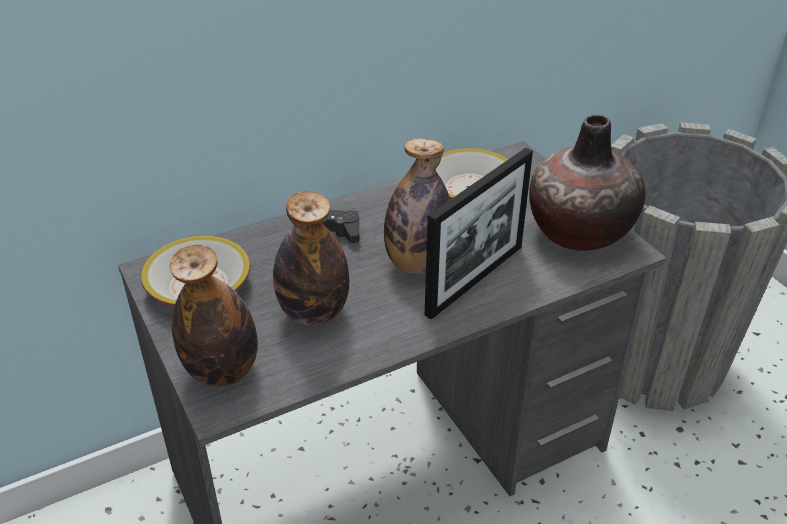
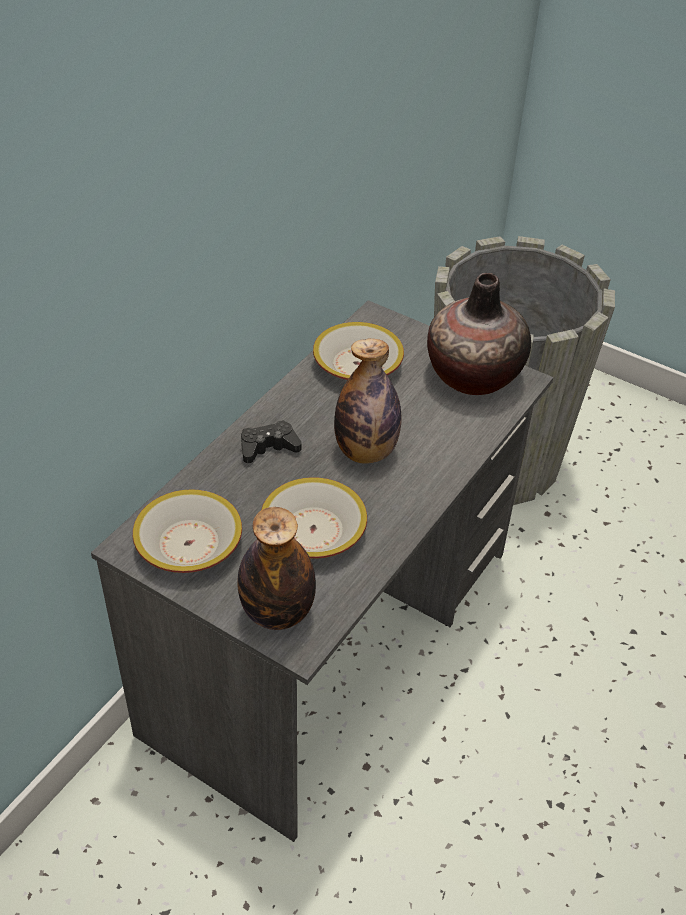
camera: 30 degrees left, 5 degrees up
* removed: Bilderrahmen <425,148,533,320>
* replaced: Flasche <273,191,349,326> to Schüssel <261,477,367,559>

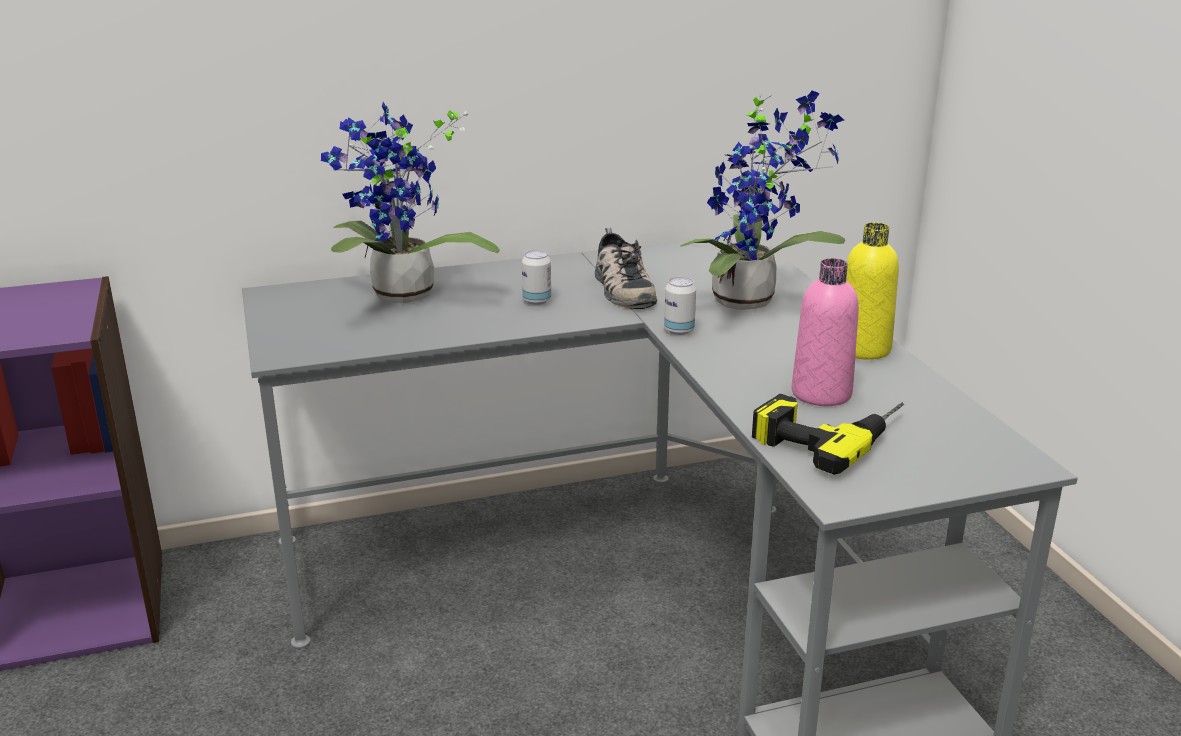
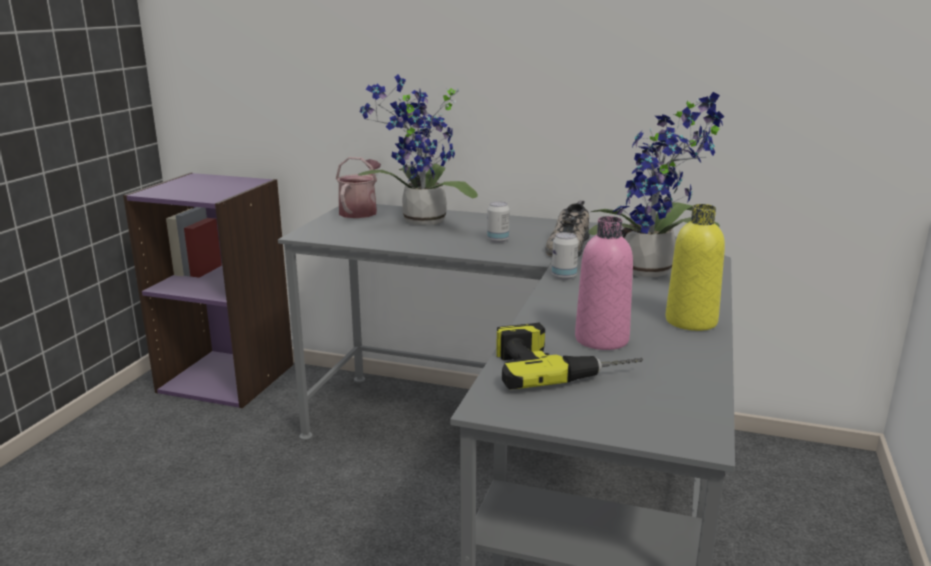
camera: 35 degrees right, 5 degrees down
* added: Gießkanne <336,157,381,218>

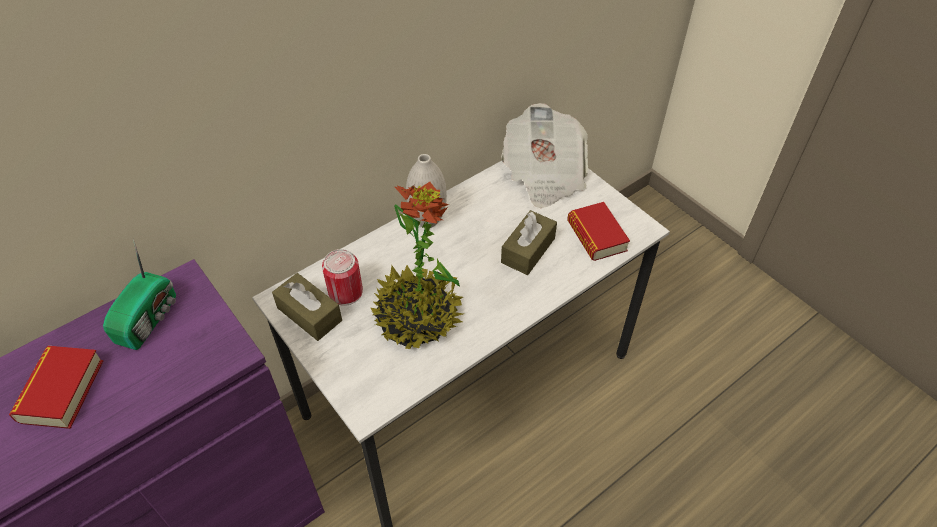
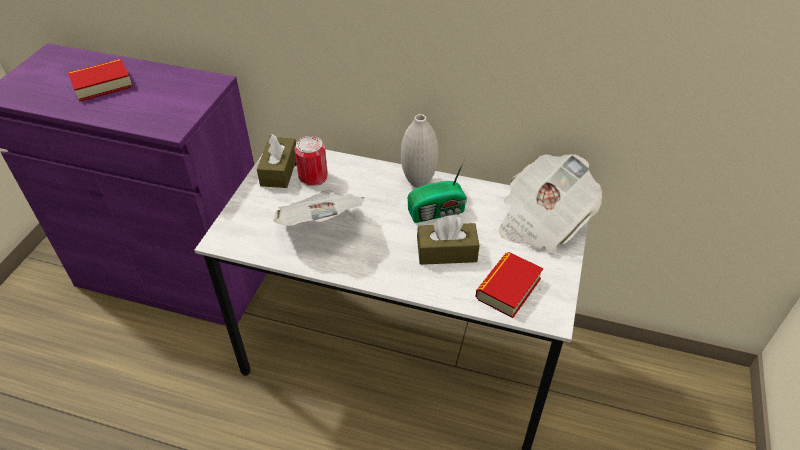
camera: 55 degrees right, 5 degrees down
* moved: Radio <103,239,176,350> to <408,158,467,223>
* replaced: Topfpflanze <371,182,463,349> to Zeitung <273,190,365,226>

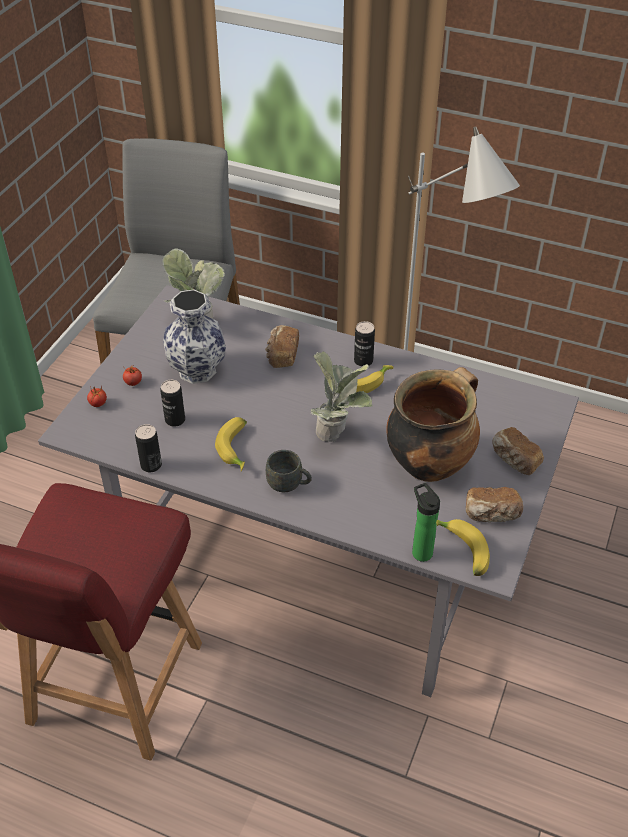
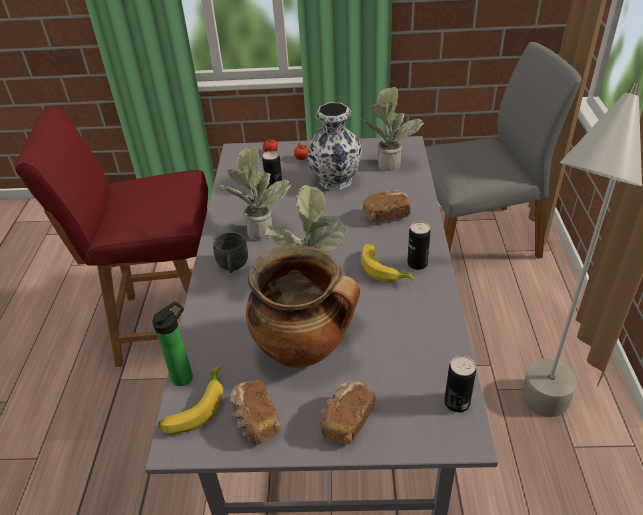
camera: 70 degrees right, 5 degrees down
* moved: Dose <135,424,162,472> to <444,356,476,413>
* replaced: Banane <215,417,247,471> to Topfpflanze <220,147,292,240>

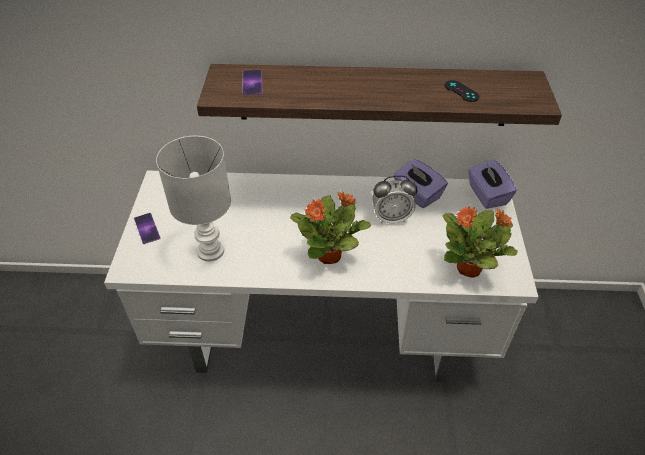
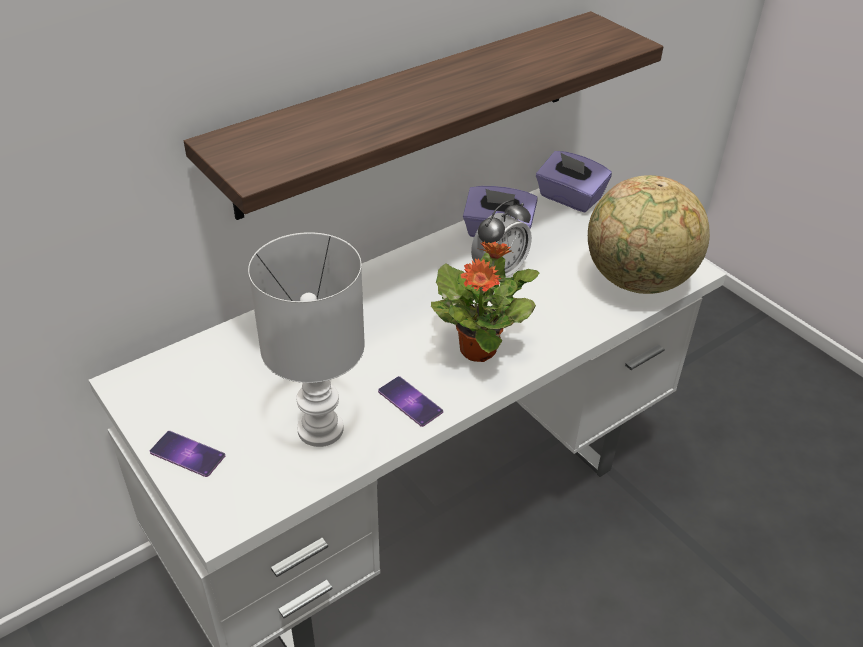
camera: 40 degrees left, 5 degrees down
* removed: Gamepad/schwarz <444,80,480,102>
* moved: Handy <242,70,262,96> to <378,376,443,427>
* replaced: Topfpflanze <443,206,518,278> to Globus <588,175,710,294>

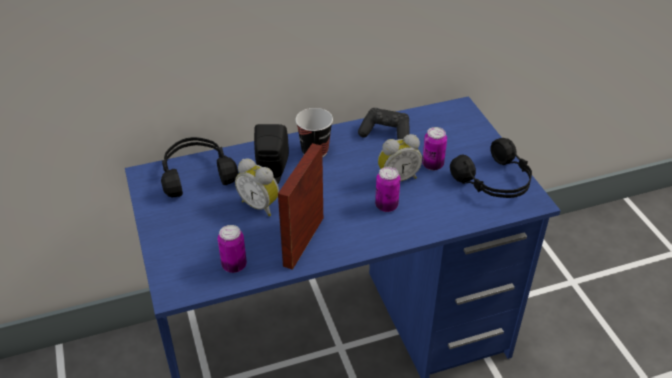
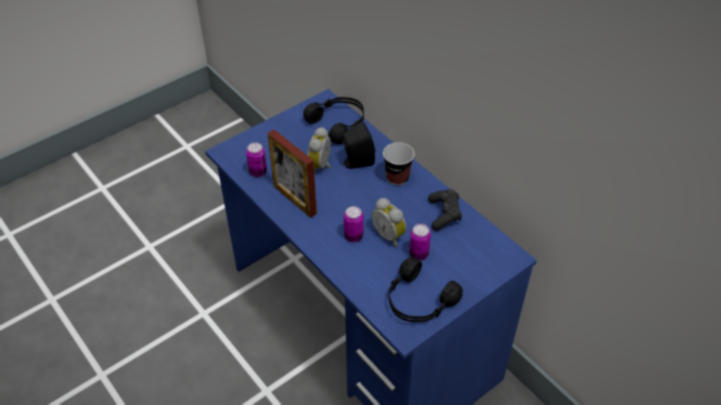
camera: 70 degrees right, 5 degrees up
* turned: Bilderrahmen <278,143,323,270> = <268,130,317,218> 135 degrees counterclockwise

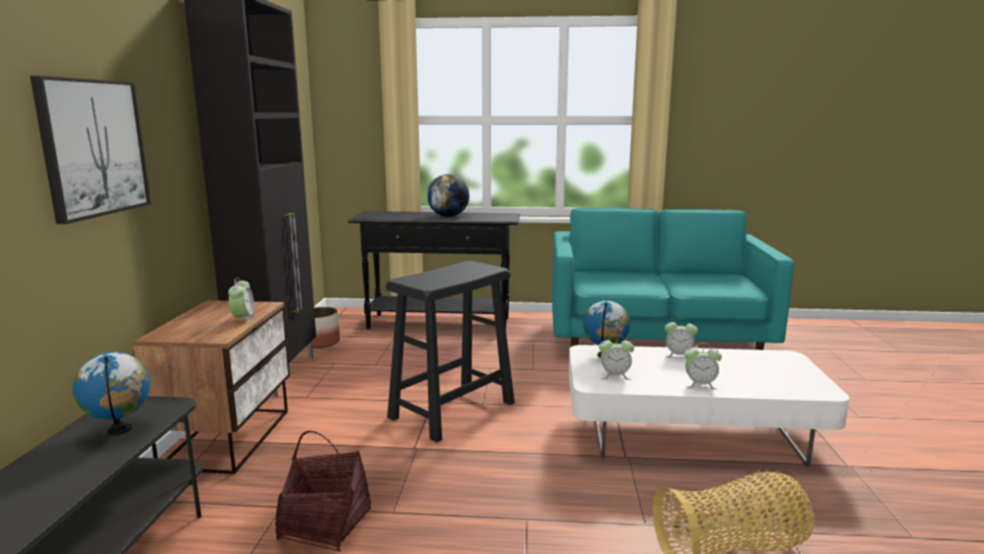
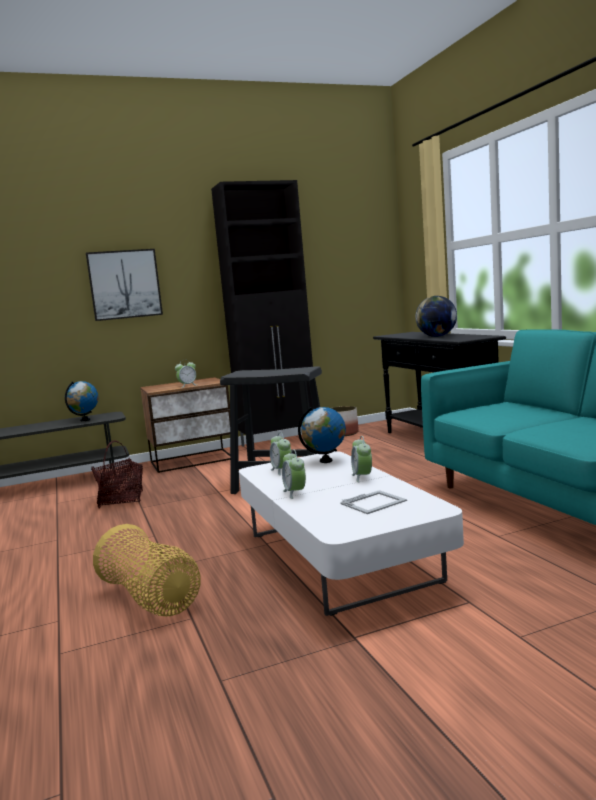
camera: 65 degrees right, 5 degrees down
* added: Bilderrahmen <341,490,407,514>

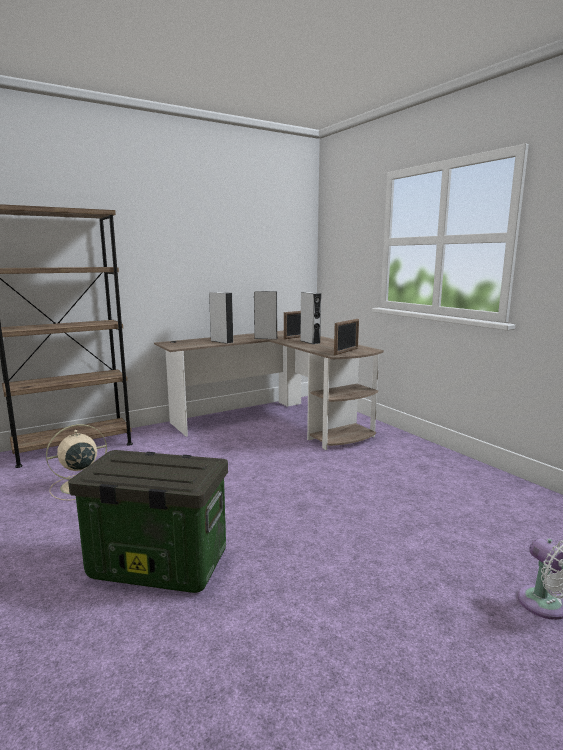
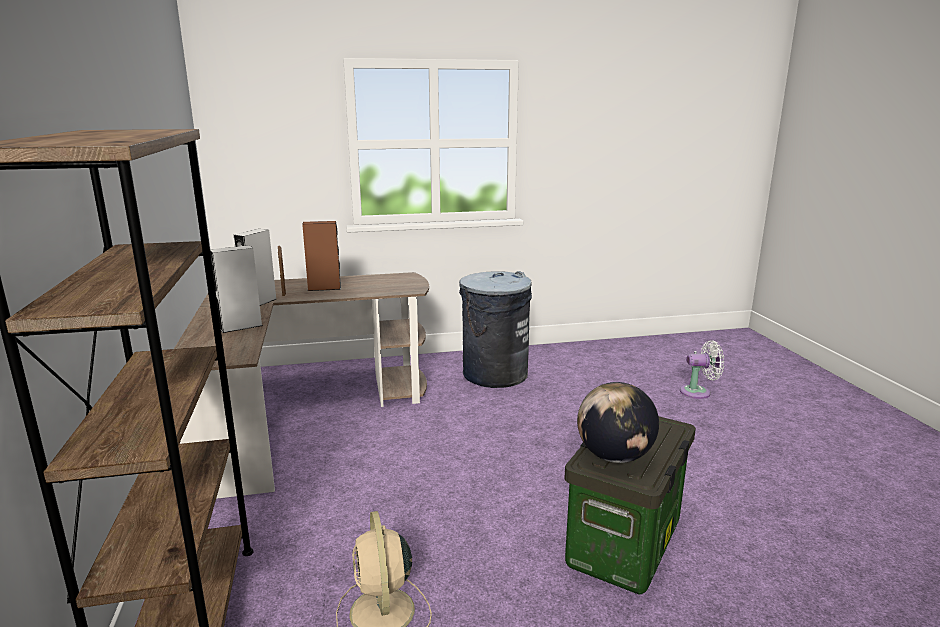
camera: 70 degrees left, 5 degrees up
* removed: Bilderrahmen <334,319,359,355>
* added: Mülleimer/grau <459,271,532,388>
* added: Globus <577,382,659,463>
* recoloured: Lautsprecher/grau <300,292,321,344> to Lautsprecher/braun <302,221,341,291>

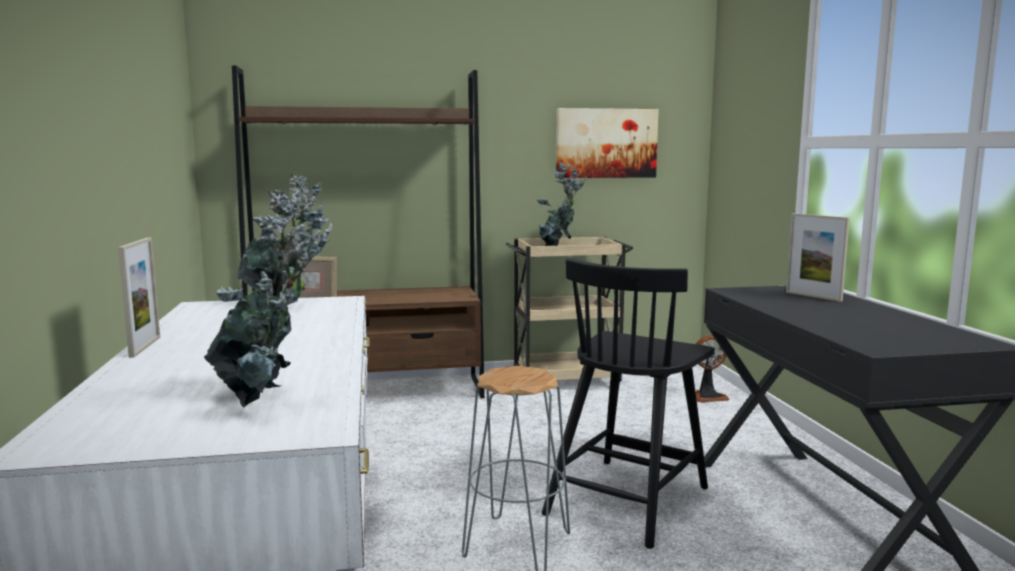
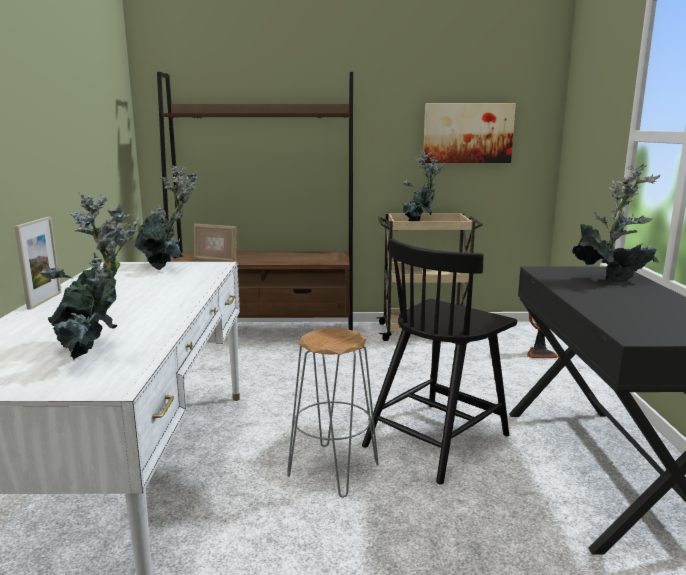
camera: 10 degrees right, 5 degrees up
* replaced: Bilderrahmen <786,213,850,302> to Topfpflanze <572,164,661,283>

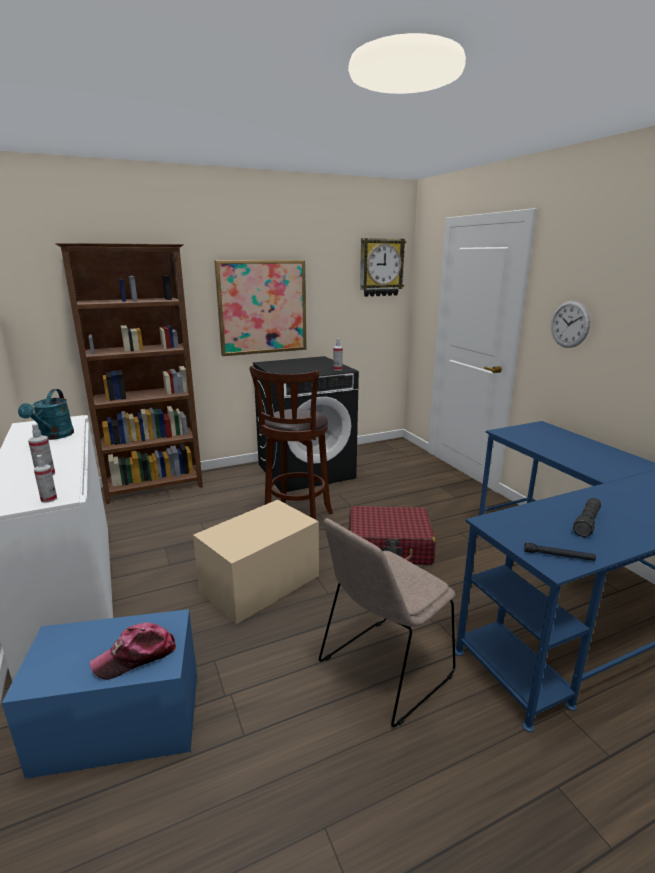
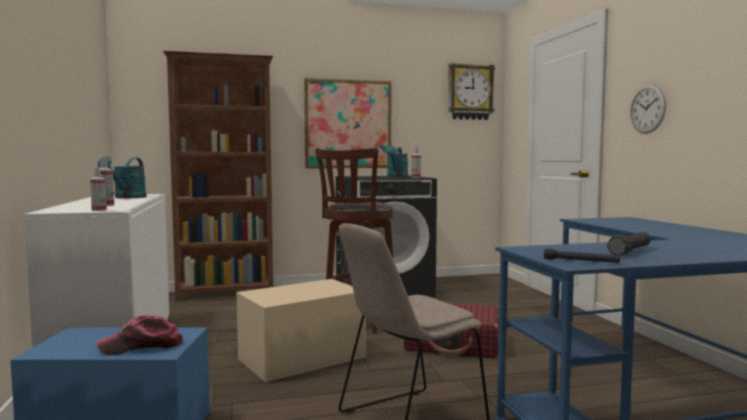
camera: 10 degrees right, 15 degrees down
* added: Gießkanne/türkis <386,146,408,177>

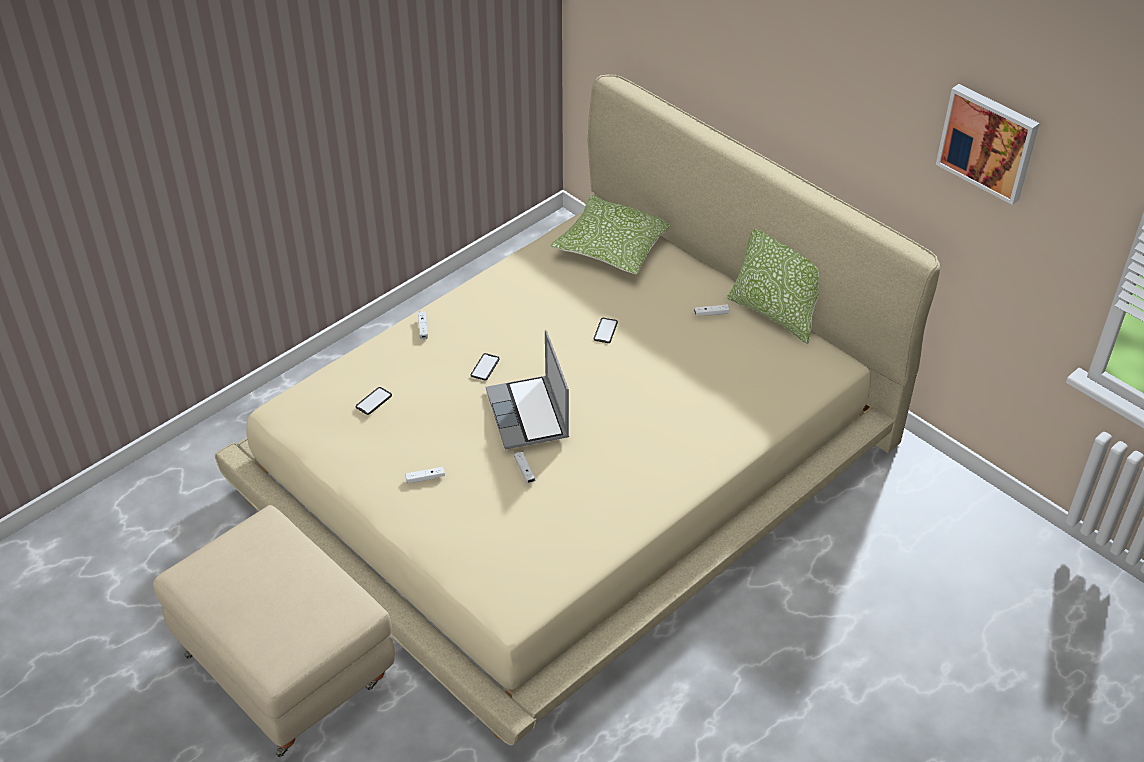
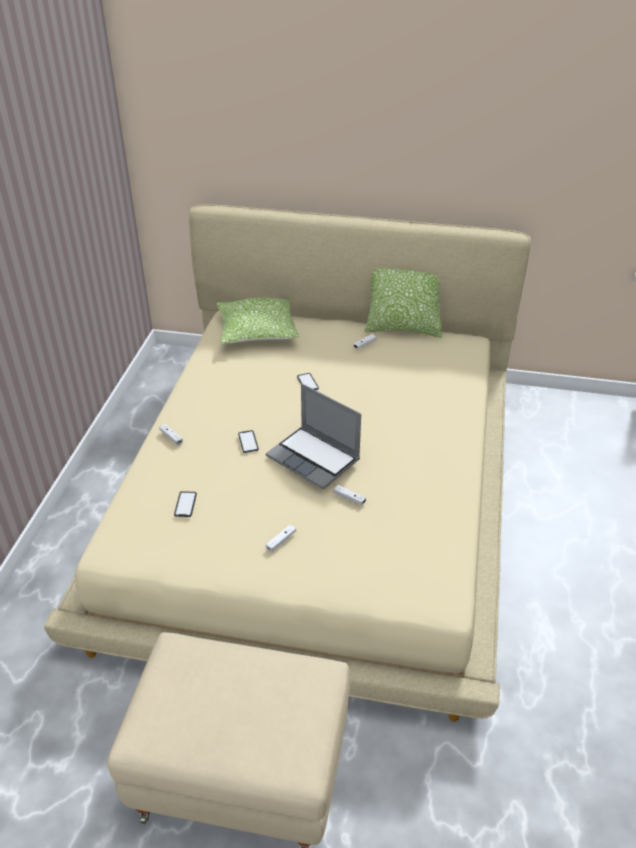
camera: 35 degrees left, 5 degrees down
* removed: Bild <936,84,1040,205>

